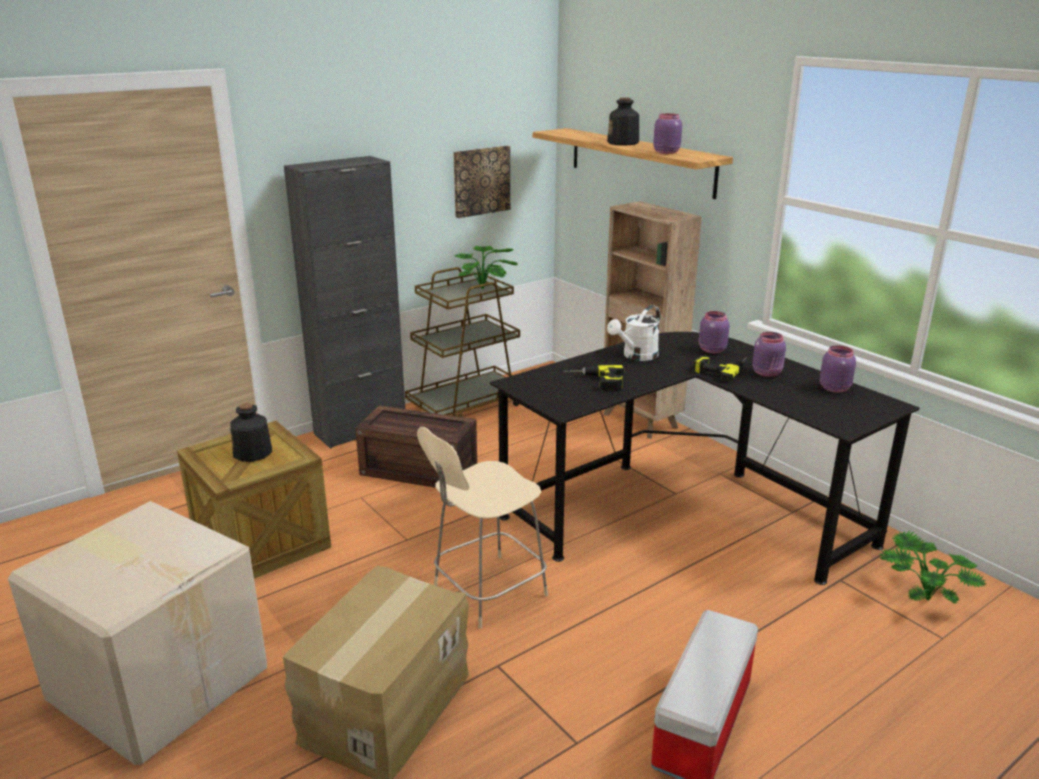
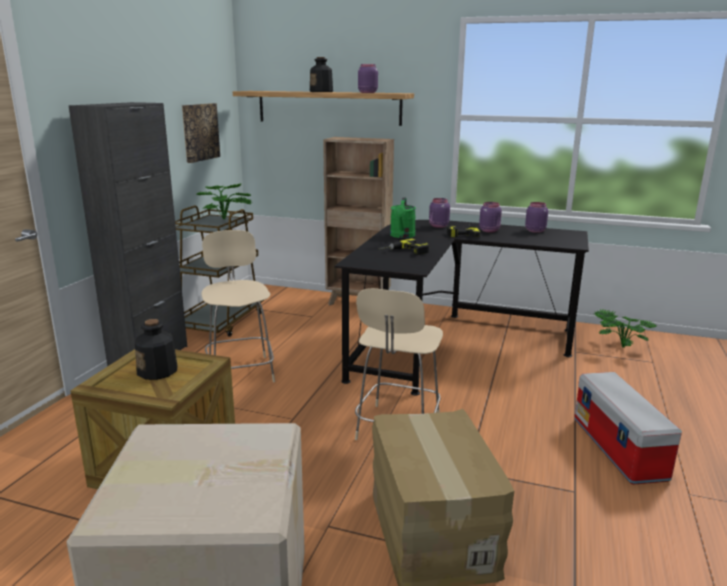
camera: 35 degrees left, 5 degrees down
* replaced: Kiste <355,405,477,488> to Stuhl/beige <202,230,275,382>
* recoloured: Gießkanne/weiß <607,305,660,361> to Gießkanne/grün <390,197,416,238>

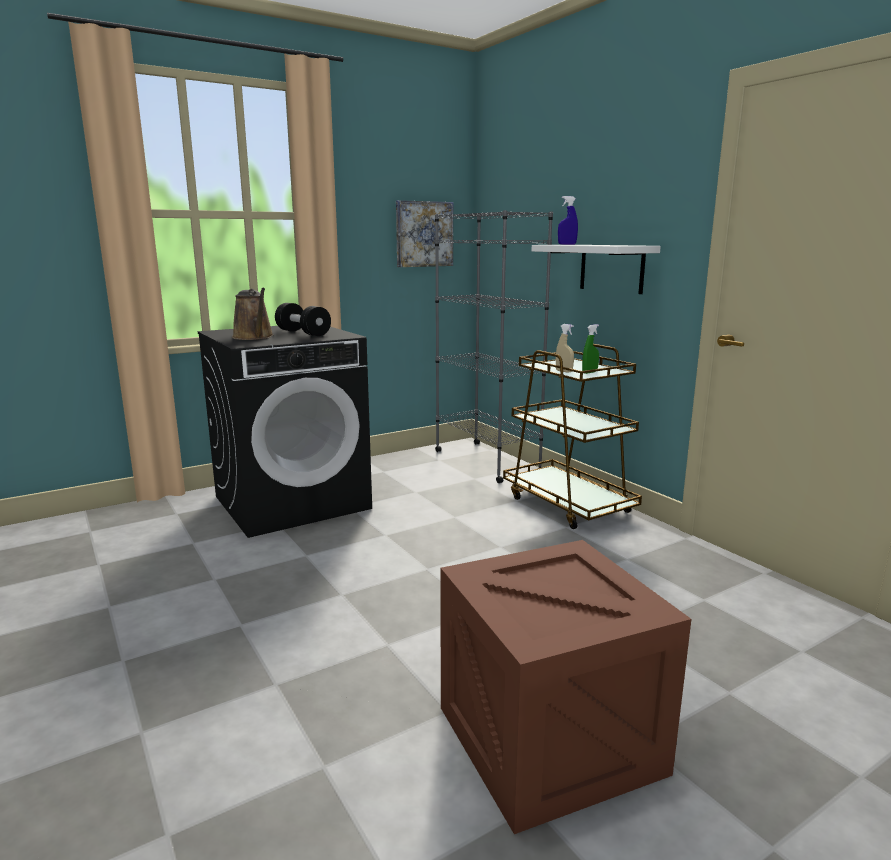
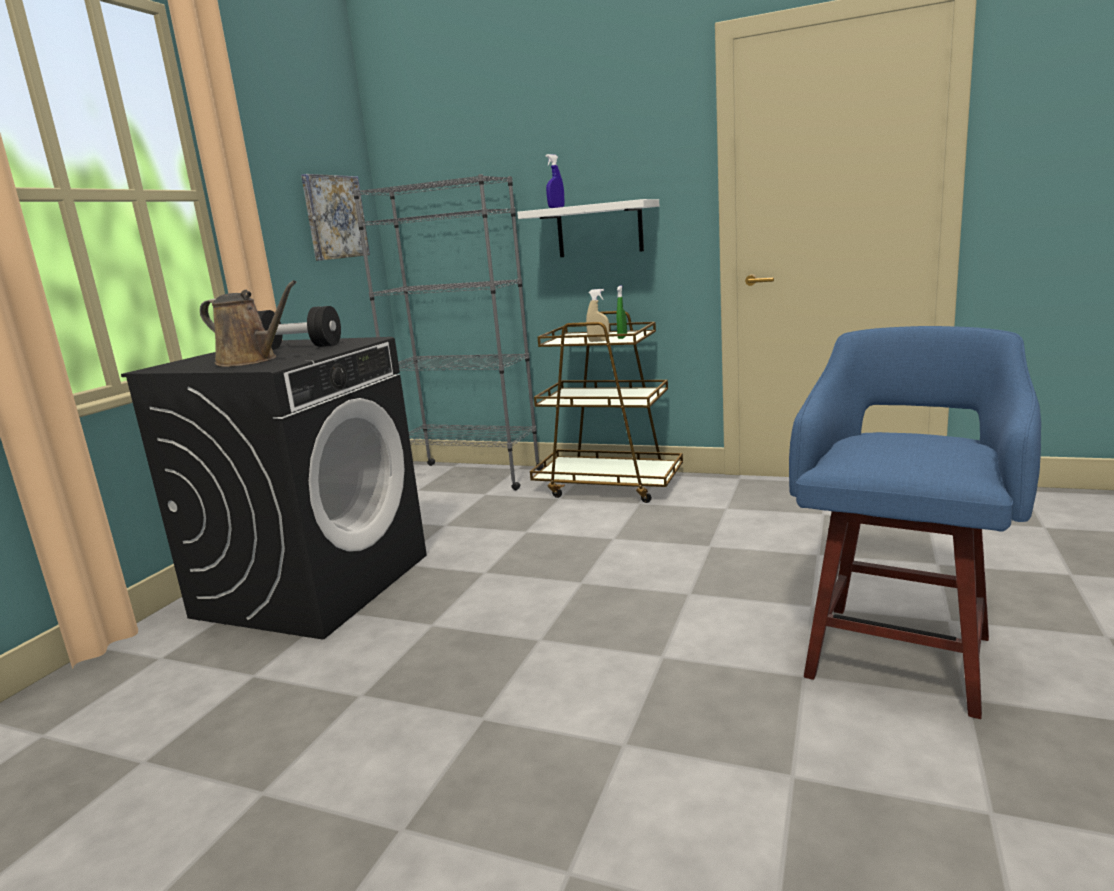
camera: 35 degrees left, 0 degrees up
* replaced: Kiste <440,540,691,834> to Hocker/blau <789,326,1041,719>

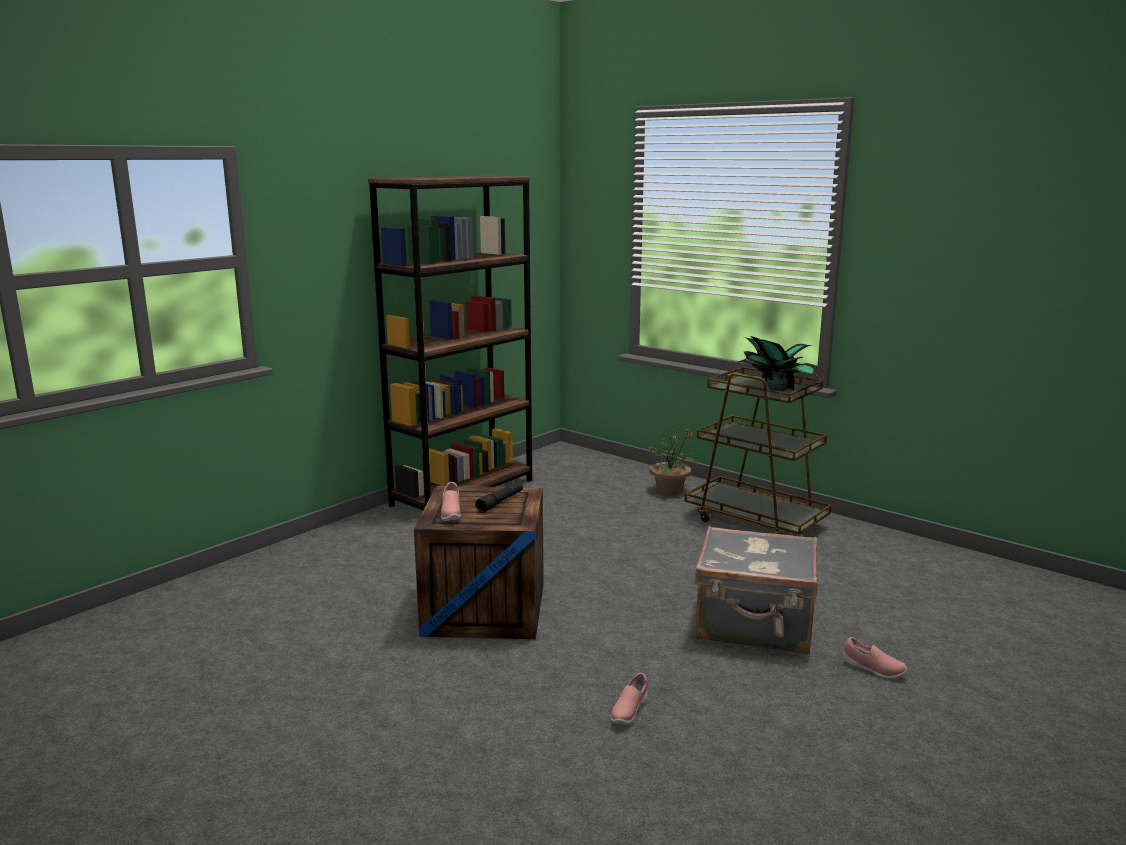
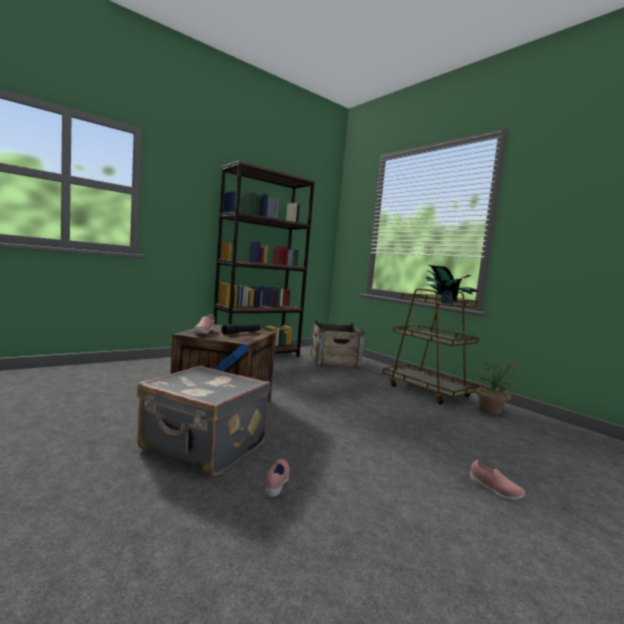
camera: 10 degrees right, 10 degrees down
* added: Kiste <311,320,365,368>
* moved: Topfpflanze <649,428,695,496> to <475,362,517,414>
* moved: Koffer/grau <695,526,817,654> to <137,365,270,476>
* turned: Schuh/rosa <611,673,648,725> = <265,459,290,497> 150 degrees clockwise

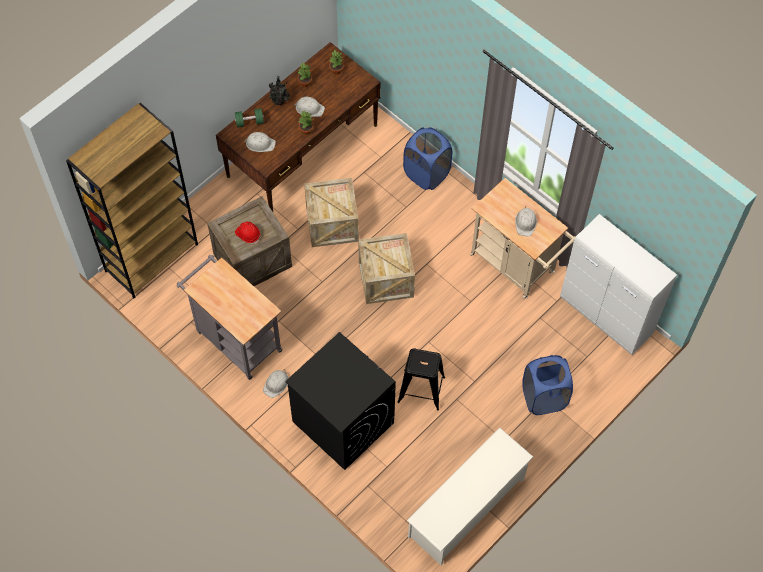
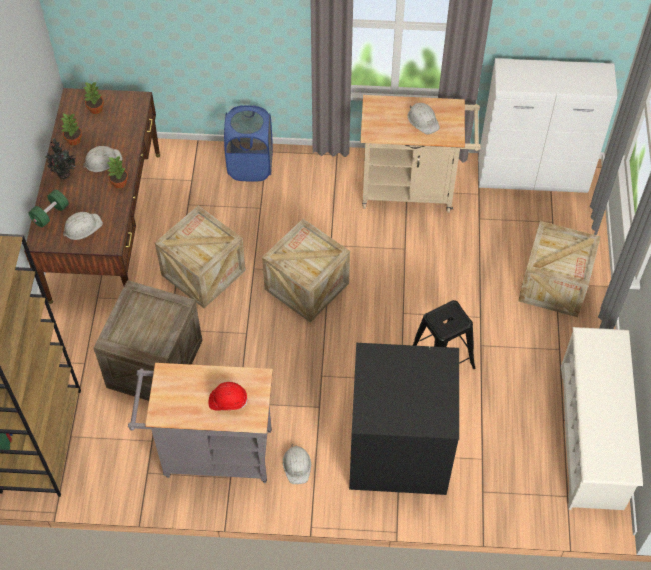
camera: 40 degrees left, 5 degrees down
* moved: Schutzhelm/rot <235,222,260,244> to <208,382,248,411>
* replaced: Wäschekorb/blau <522,355,573,415> to Kiste <518,221,601,317>

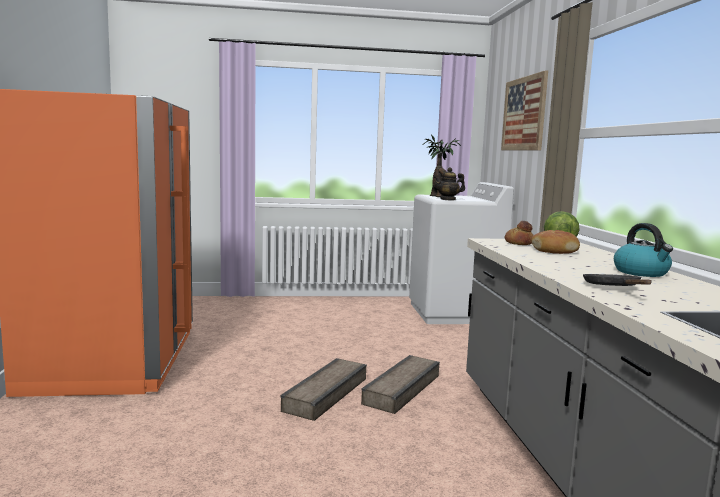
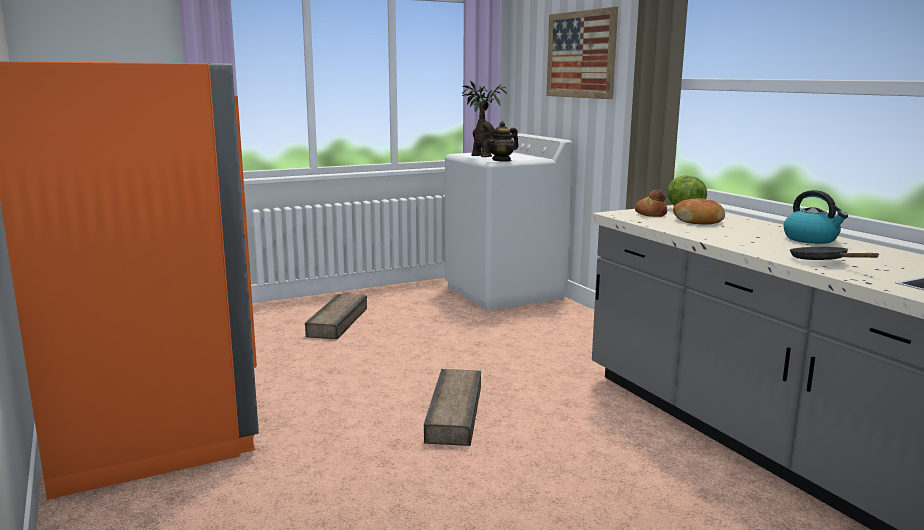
camera: 20 degrees left, 5 degrees up
* moved: Kiste <361,355,440,414> to <305,294,367,339>

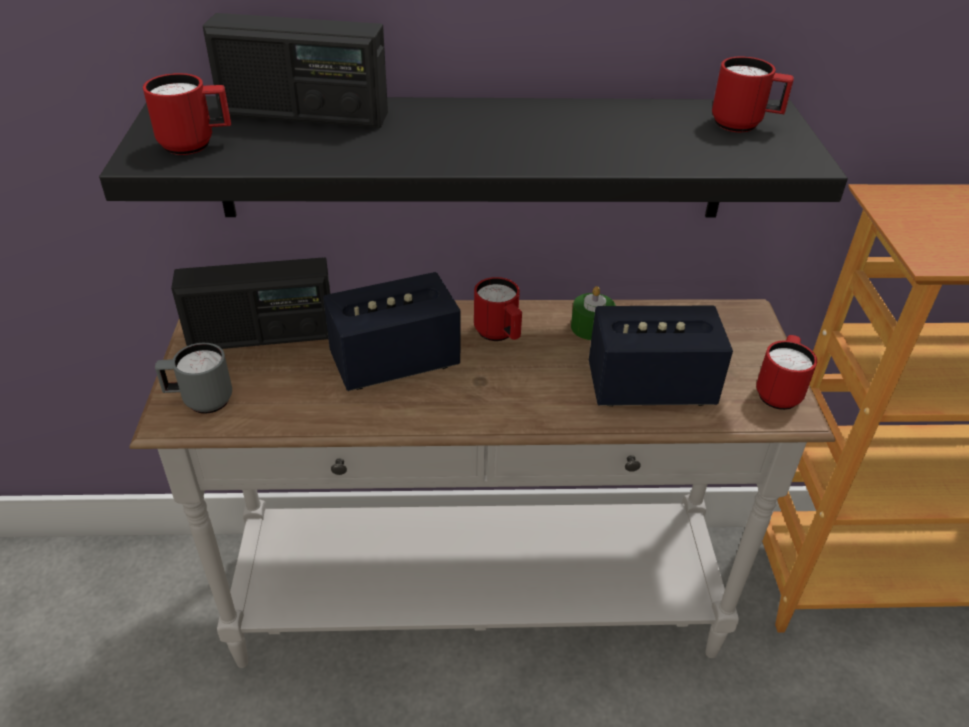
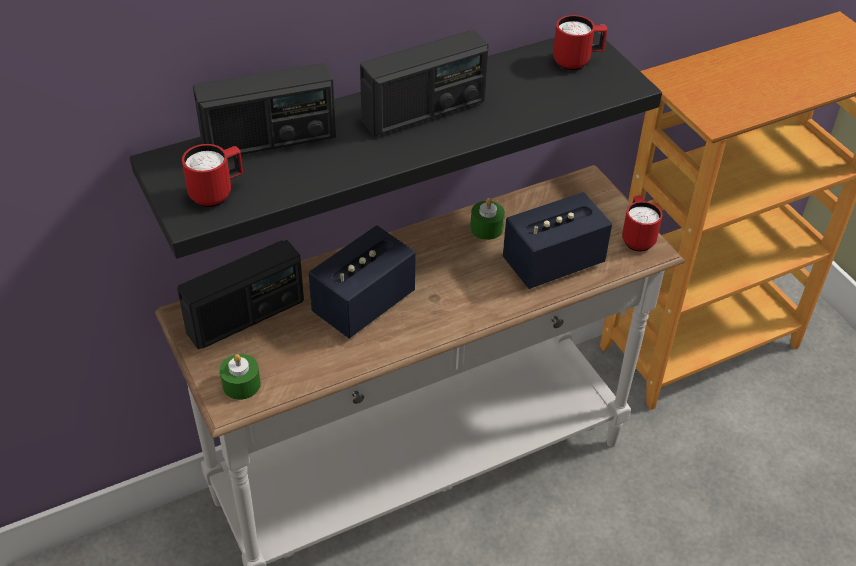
camera: 25 degrees left, 5 degrees up
* removed: Henkelbecher/rot <474,277,522,341>
* added: Radio <360,30,489,136>
* replaced: Henkelbecher/grau <155,343,232,414> to Kerze/grün <219,354,261,400>

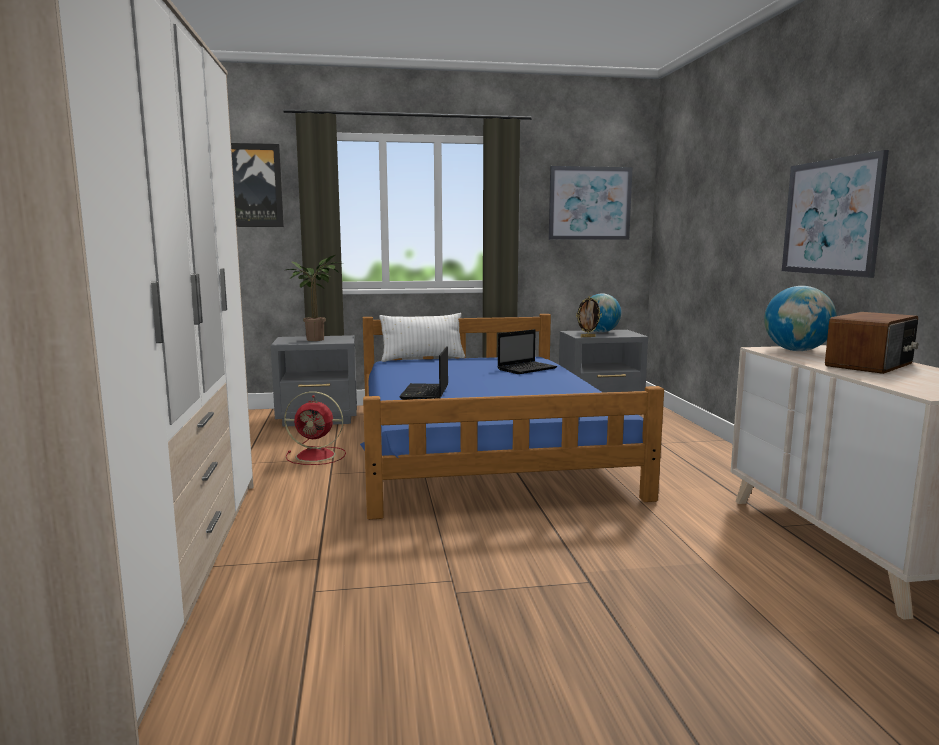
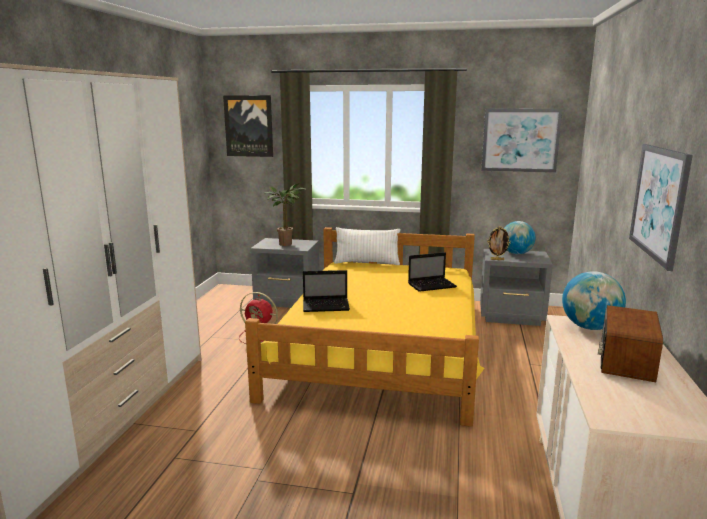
camera: 20 degrees right, 5 degrees up
* recoloured: Bett/blau <360,314,664,520> to Bett/gelb <245,227,484,427>
* turned: Laptop <399,346,448,400> = <303,270,350,312> 120 degrees counterclockwise
* turned: Radio <825,312,918,374> = <598,305,663,382> 135 degrees clockwise

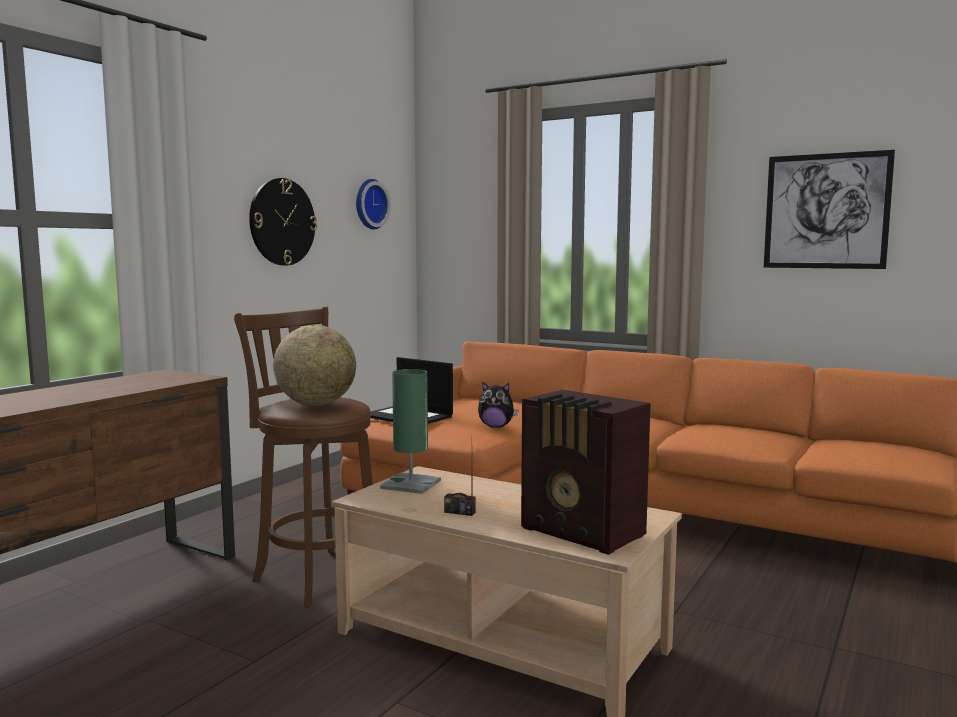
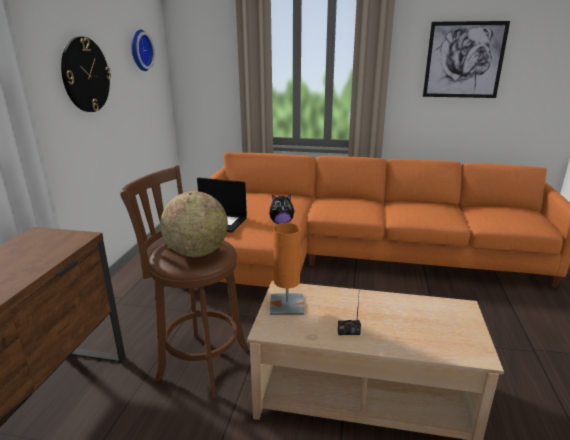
camera: 20 degrees left, 15 degrees up
* removed: Radio <521,390,651,555>
* recoloured: Tischlampe/grün <380,369,441,494> to Tischlampe/orange <270,223,305,315>

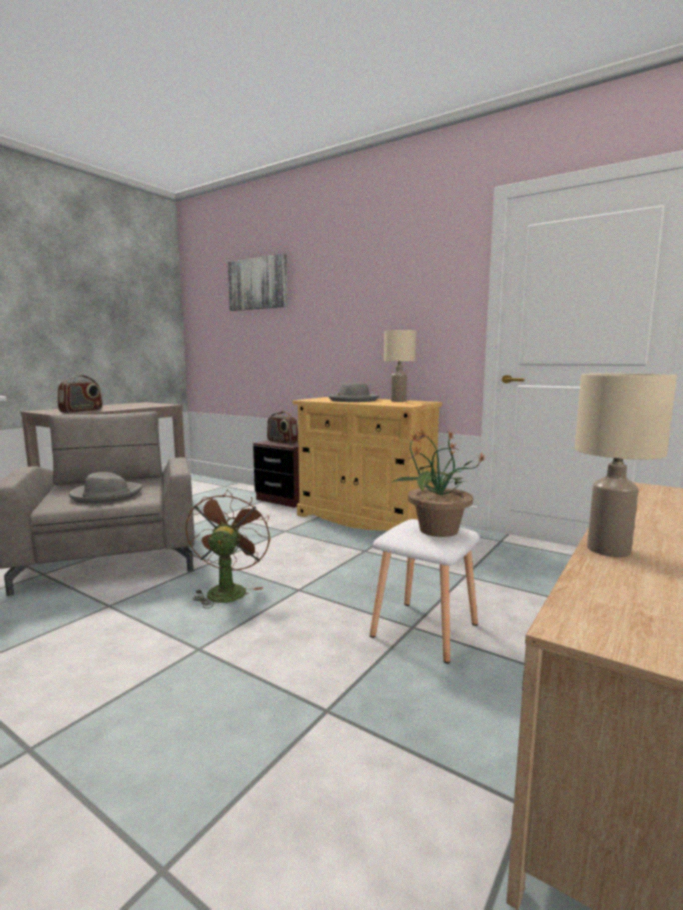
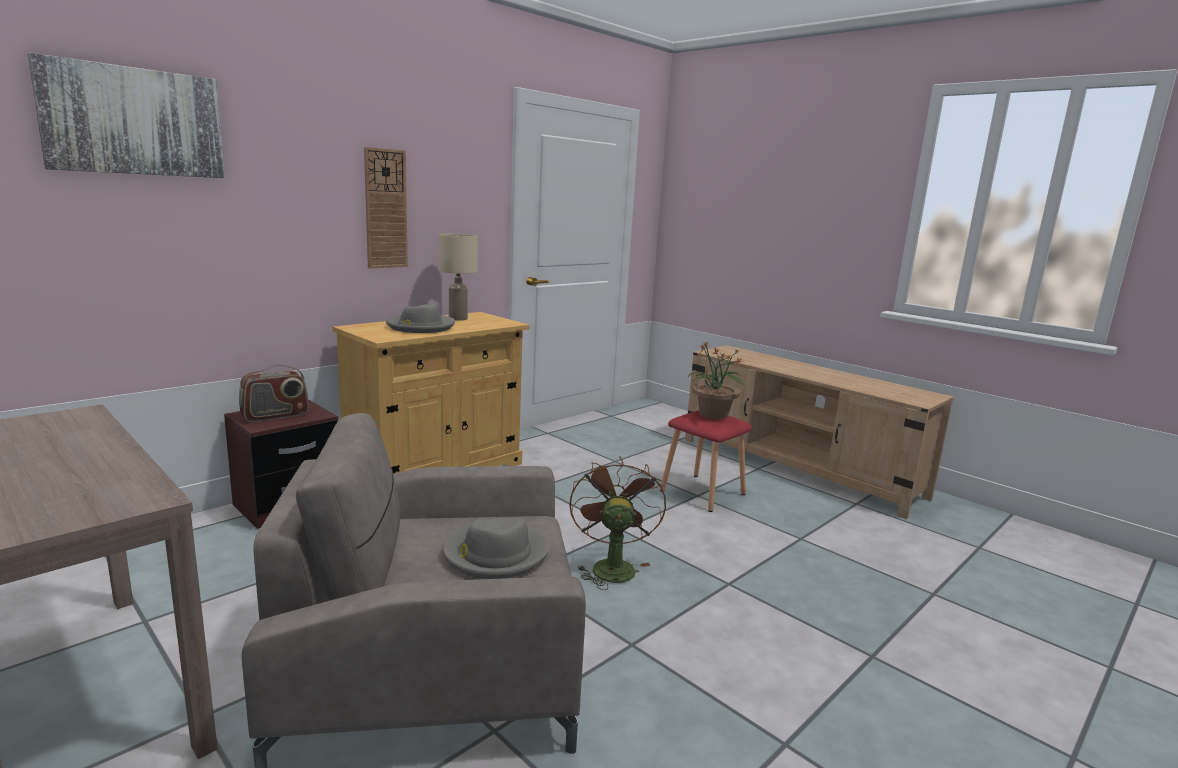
camera: 80 degrees left, 5 degrees up
* removed: Radio <58,375,103,413>
* removed: Tischlampe/beige <575,374,677,557>
* added: Wanduhr <364,147,408,268>
* recoloured: Hocker/weiß <370,519,480,663> to Hocker/rot <660,410,752,512>
* turned: Ventilator/braun <186,490,271,609> = <569,456,666,590> 75 degrees clockwise

